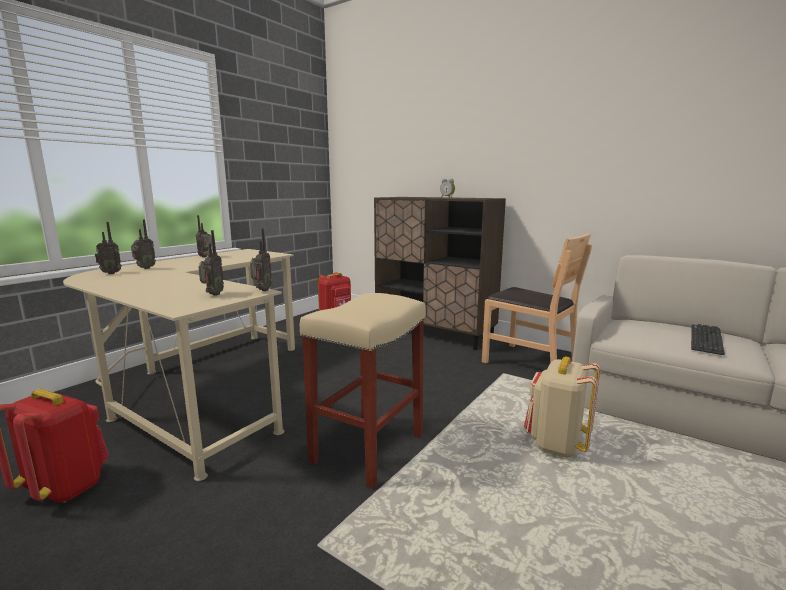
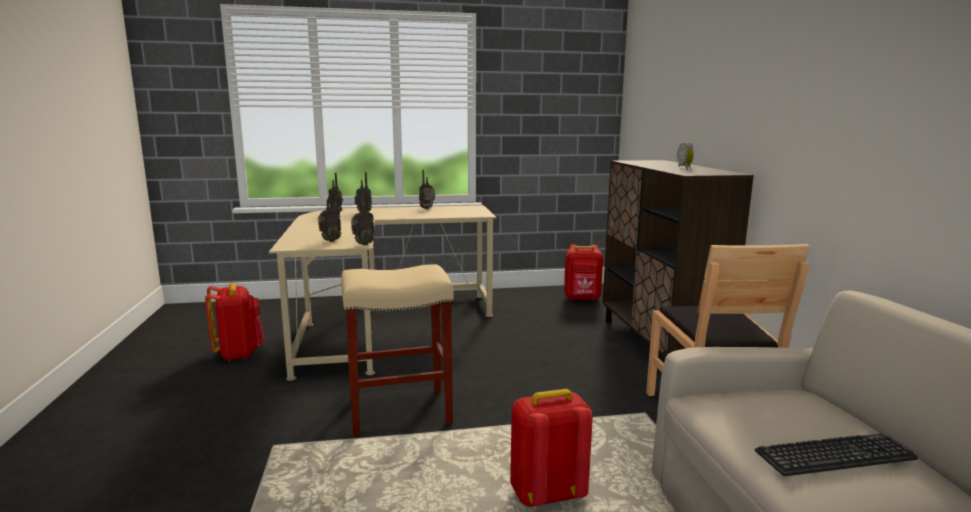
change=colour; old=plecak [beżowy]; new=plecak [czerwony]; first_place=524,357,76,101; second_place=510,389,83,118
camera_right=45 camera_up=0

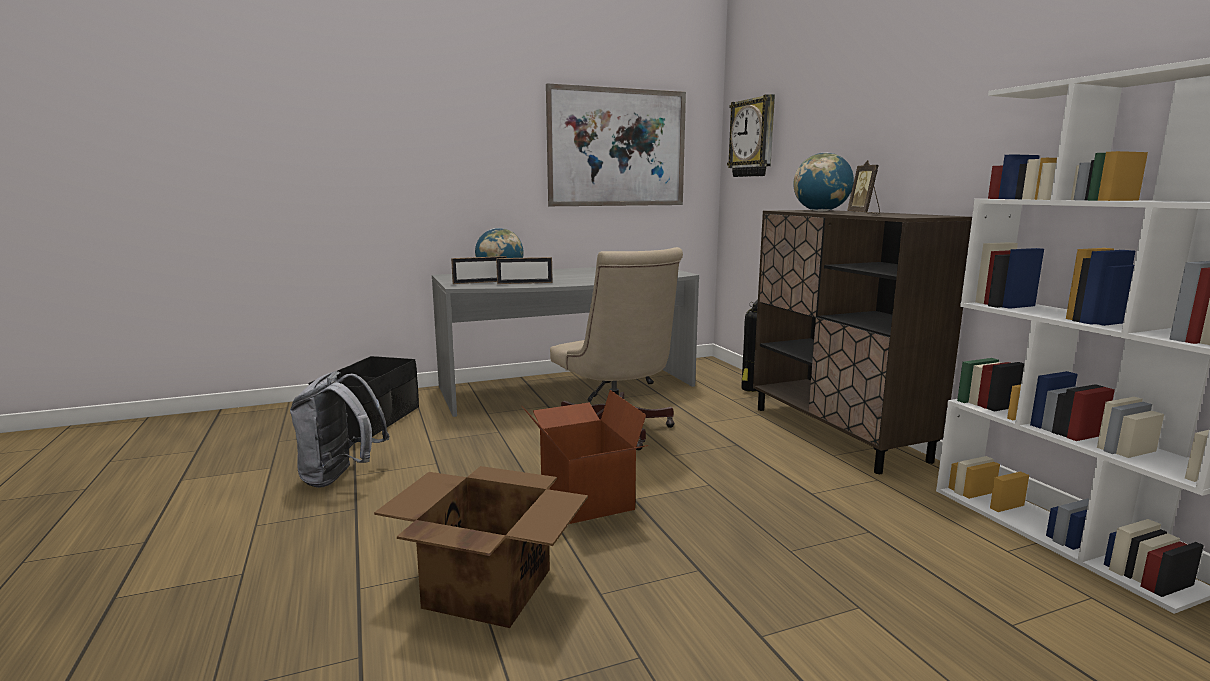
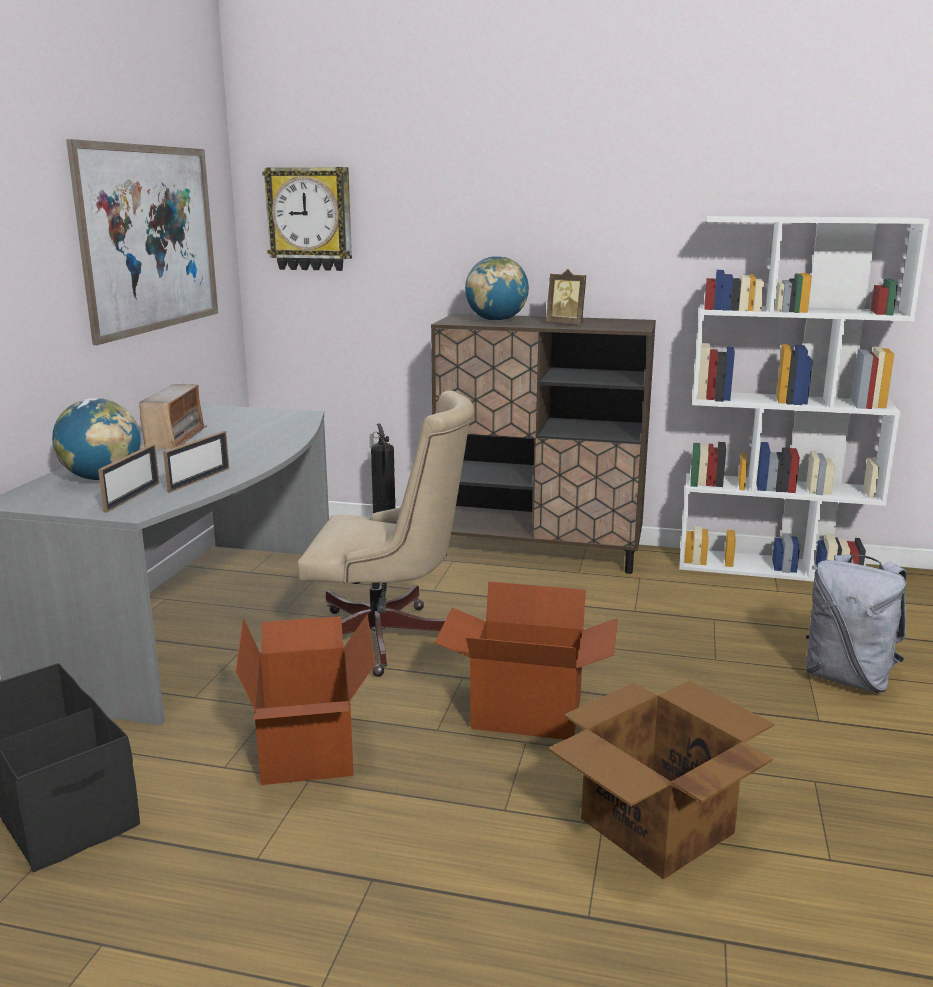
change=appeared; new=radio; second_place=139,384,68,66
change=appeared; new=karton; second_place=236,614,139,171
change=relocated; old=plecak [szary]; first_place=290,371,99,117; second_place=806,554,101,139
camera_right=-55 camera_up=5

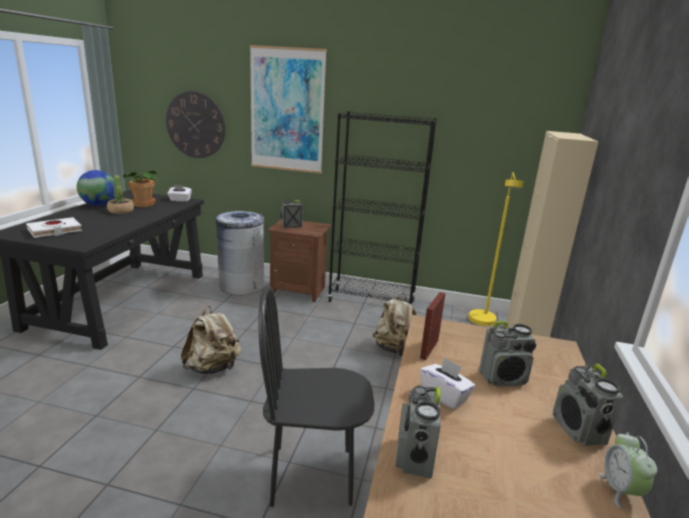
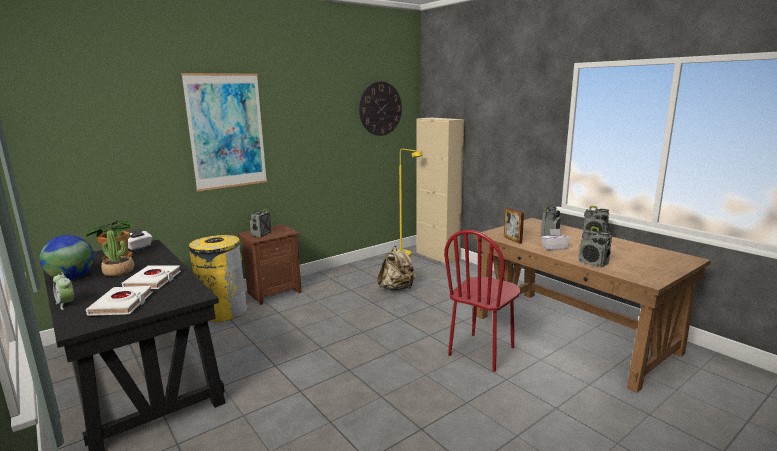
change=relocated; old=budzik; first_place=599,433,58,75; second_place=53,272,21,38
change=appeared; new=książka [biały]; second_place=122,266,59,23
change=colour; old=kosz na śmieci [szary]; new=kosz na śmieci [żółty]; first_place=216,211,49,84; second_place=189,235,59,87
change=relocated; old=zegar ścienny; first_place=166,91,59,67; second_place=359,82,43,54
change=colour; old=krzesło [czarny]; new=krzesło [czerwony]; first_place=259,285,115,222; second_place=444,230,76,142
change=missing; old=plecak [beżowy]; first_place=181,306,61,68
change=missing; old=regał [czarny]; first_place=328,111,109,193
camera_right=-50 camera_up=-5

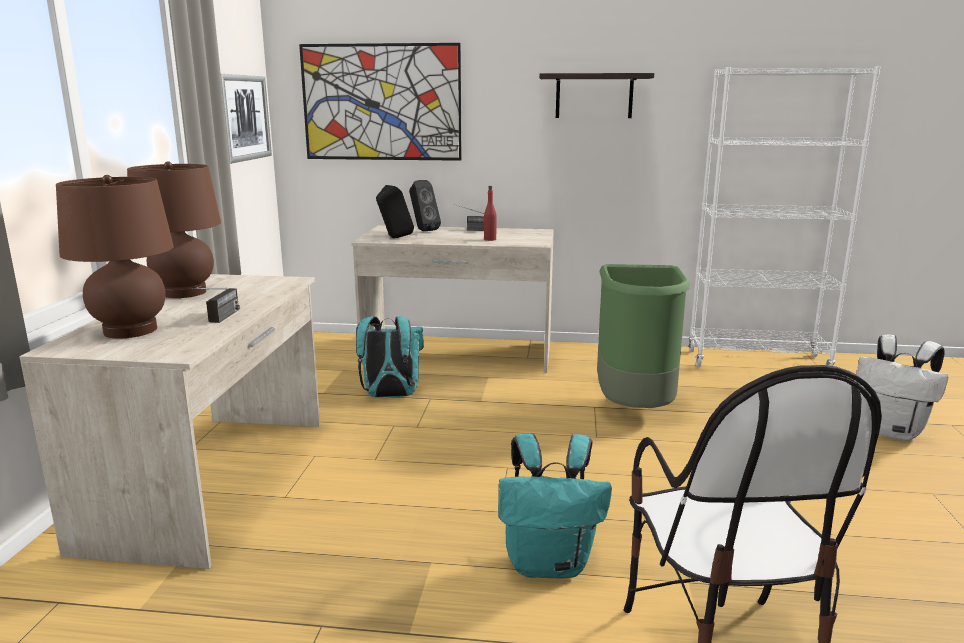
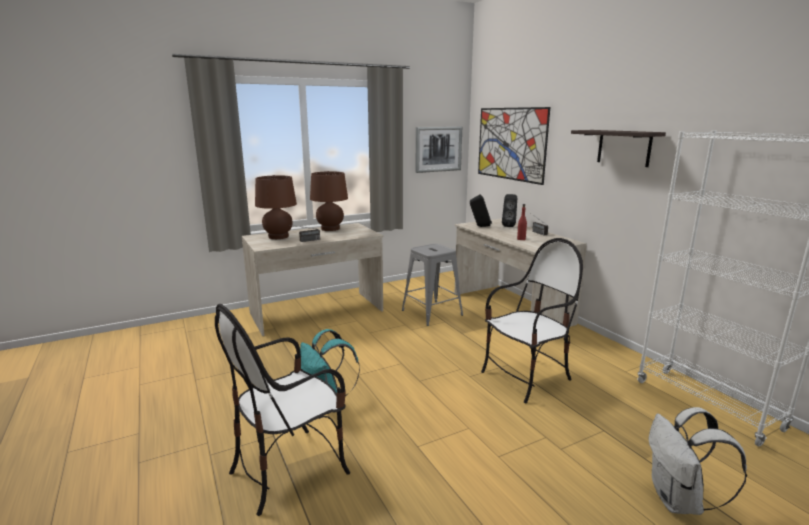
change=exchanged; old=plecak [turkusowy]; new=stołek [szary]; first_place=356,316,68,82; second_place=402,244,61,82
change=exchanged; old=kosz na śmieci [zielony]; new=krzesło; first_place=597,264,93,144; second_place=481,238,102,165
camera_right=55 camera_up=0

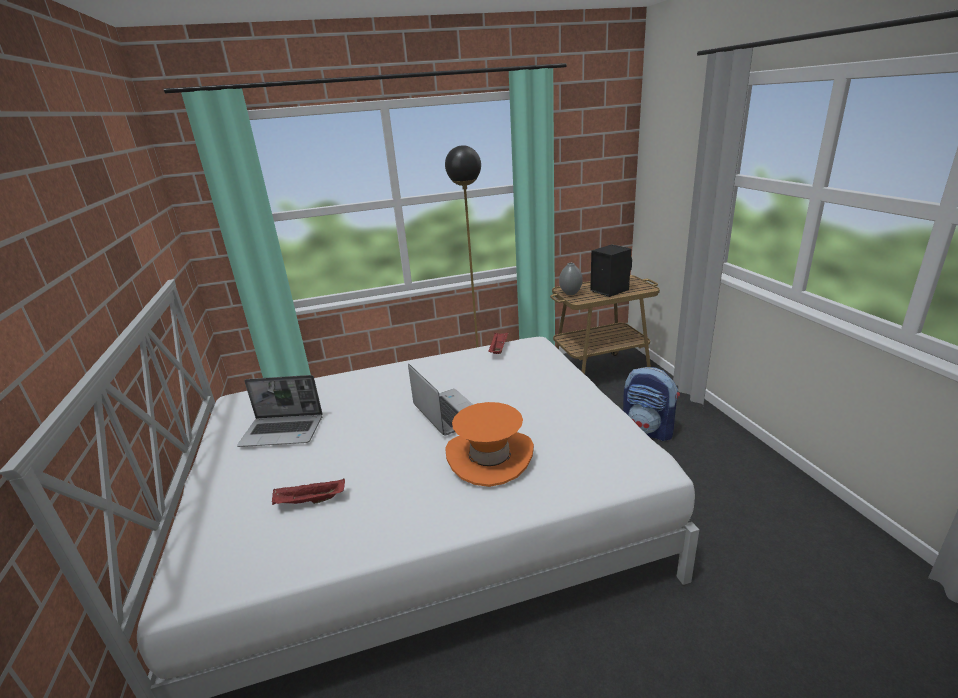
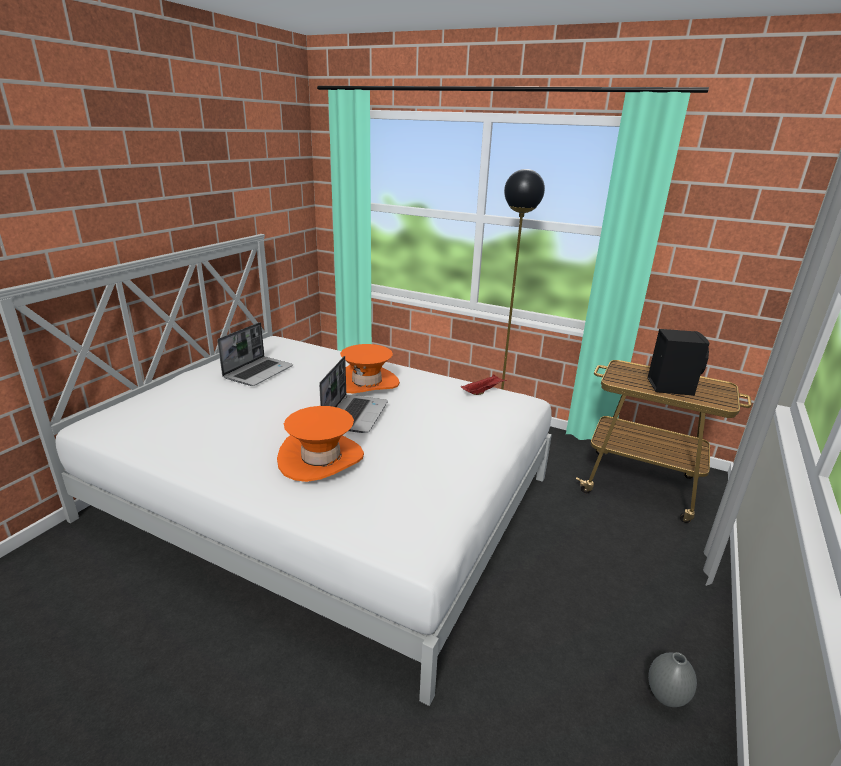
change=spun; old=laptop; first_place=237,375,86,72; second_place=217,322,76,64; degrees=-105
change=appeared; new=kapelusz [pomarańczowy]; second_place=340,344,60,49
change=relocated; old=wazon [szary]; first_place=559,263,24,32; second_place=648,652,49,55
change=missing; old=taca [czerwony]; first_place=272,479,73,26
change=missing; old=plecak; first_place=623,367,57,74
camera_right=40 camera_up=0

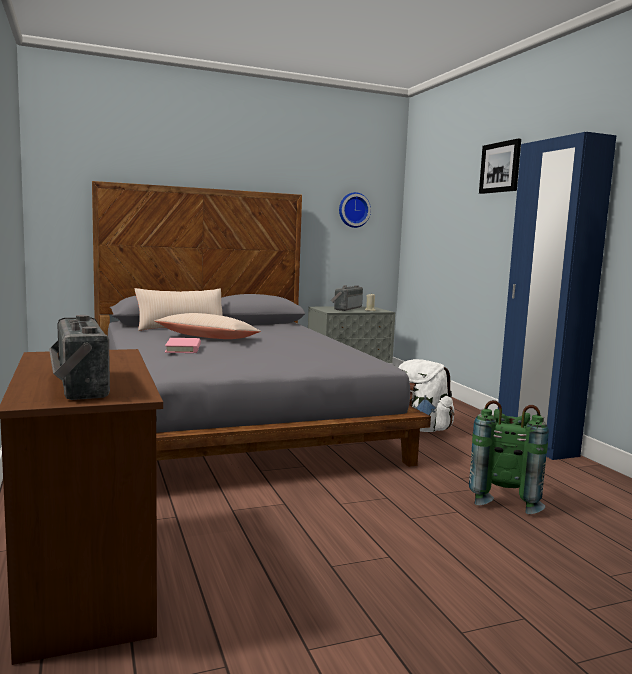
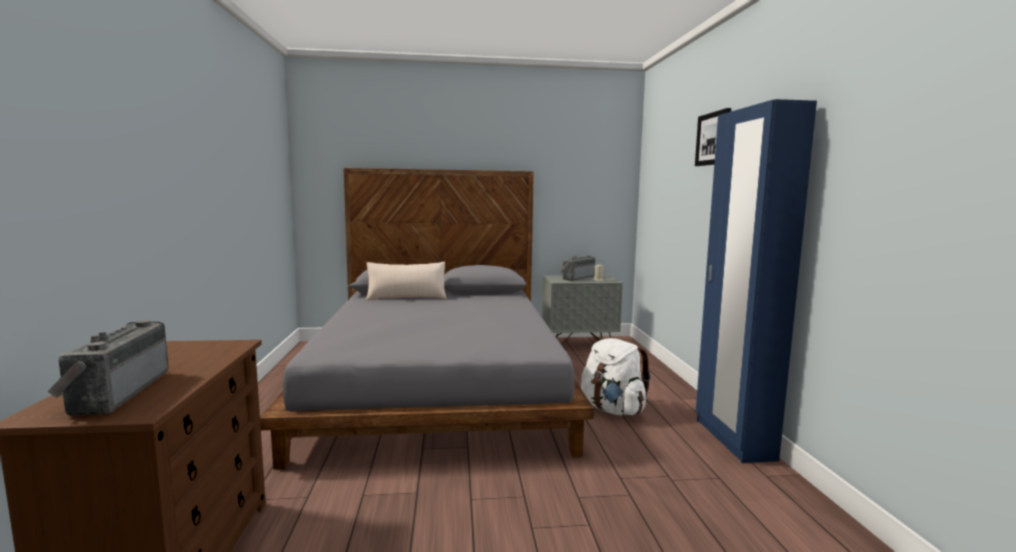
change=missing; old=poduszka [beżowy]; first_place=154,313,107,26
change=missing; old=książka [różowy]; first_place=165,338,36,15
change=missing; old=zegar ścienny; first_place=339,192,32,36
change=missing; old=plecak [zielony]; first_place=469,400,80,114
camera_right=15 camera_up=0

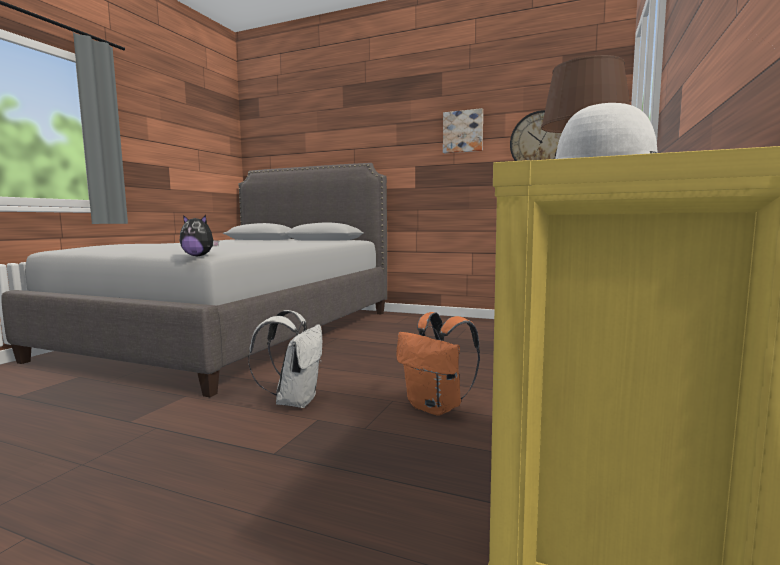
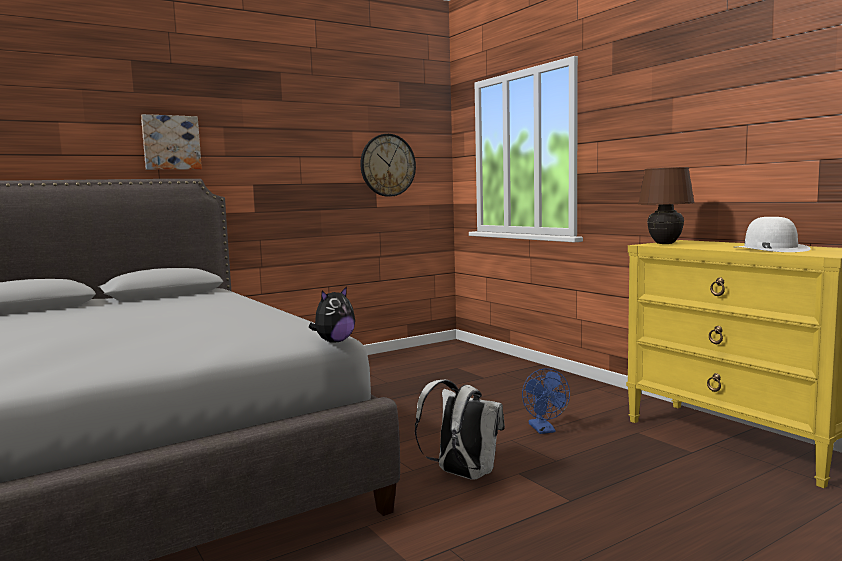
change=relocated; old=obraz; first_place=443,108,40,45; second_place=141,114,61,56
change=exchanged; old=plecak [pomarańczowy]; new=wentylator [niebieski]; first_place=396,312,84,104; second_place=522,368,48,66
camera_right=-55 camera_up=0

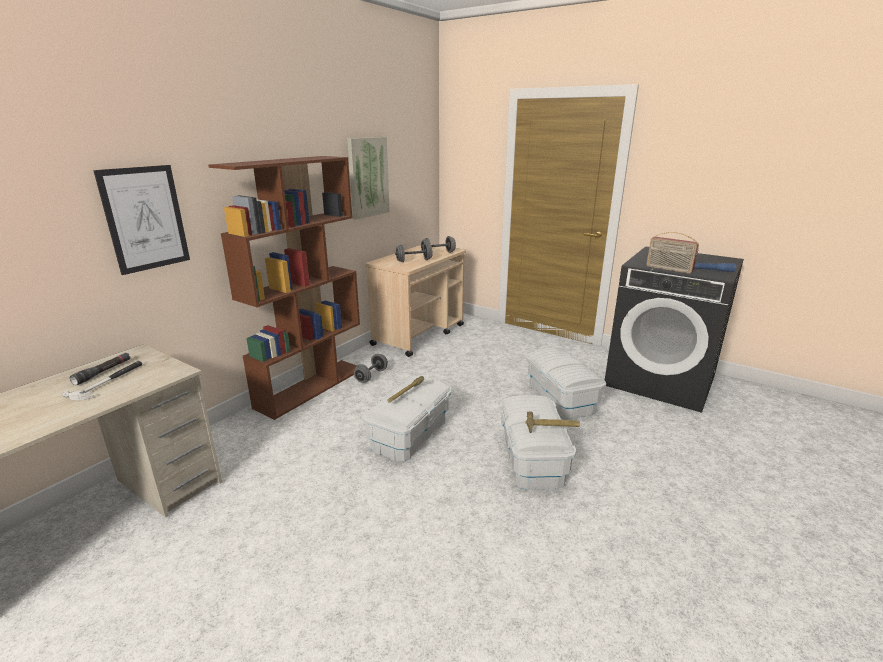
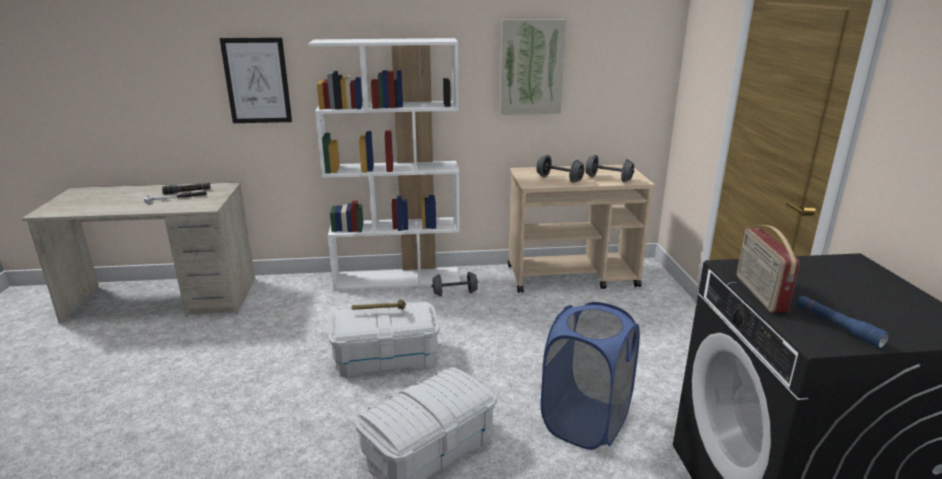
change=colour; old=regał [brązowy]; new=regał [biały]; first_place=208,156,152,264; second_place=308,38,152,252
change=exchanged; old=pojemnik do przechowywania [biały]; new=kosz na pranie [niebieski]; first_place=527,347,79,72; second_place=541,302,99,148
change=missing; old=młotek; first_place=526,411,54,22
camera_right=50 camera_up=0

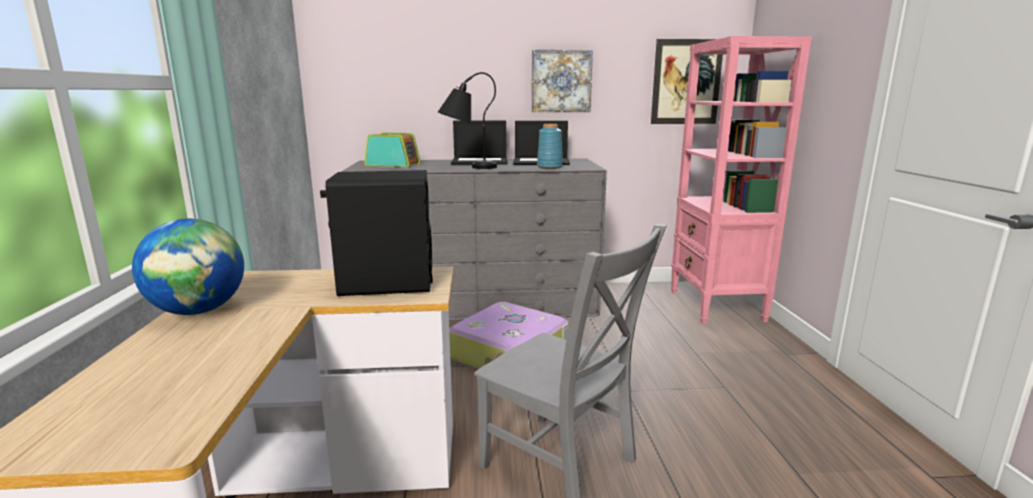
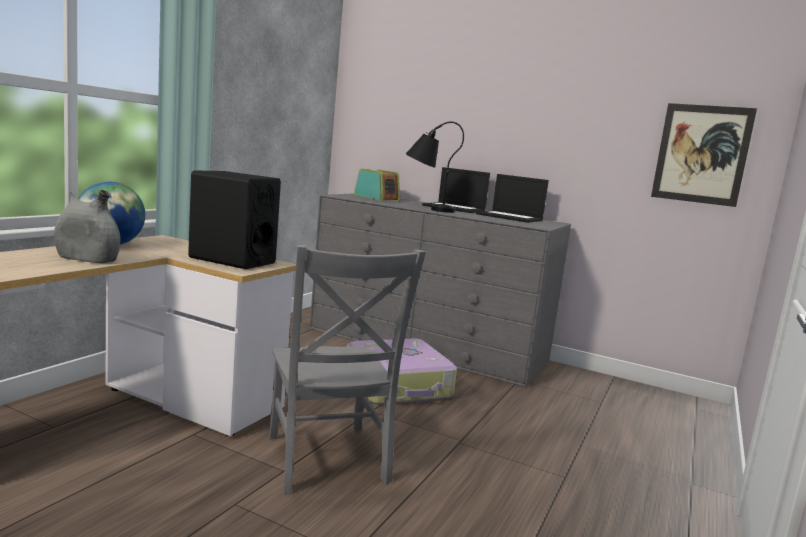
change=appeared; new=wazon [szary]; second_place=54,190,66,73
change=missing; old=obraz; first_place=532,50,61,62
change=missing; old=wazon [niebieski]; first_place=537,124,26,45
change=missing; old=regał [różowy]; first_place=671,36,141,288
camera_right=30 camera_up=-5

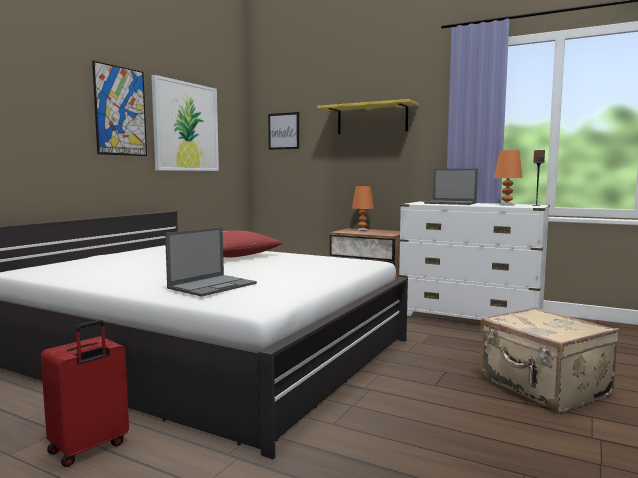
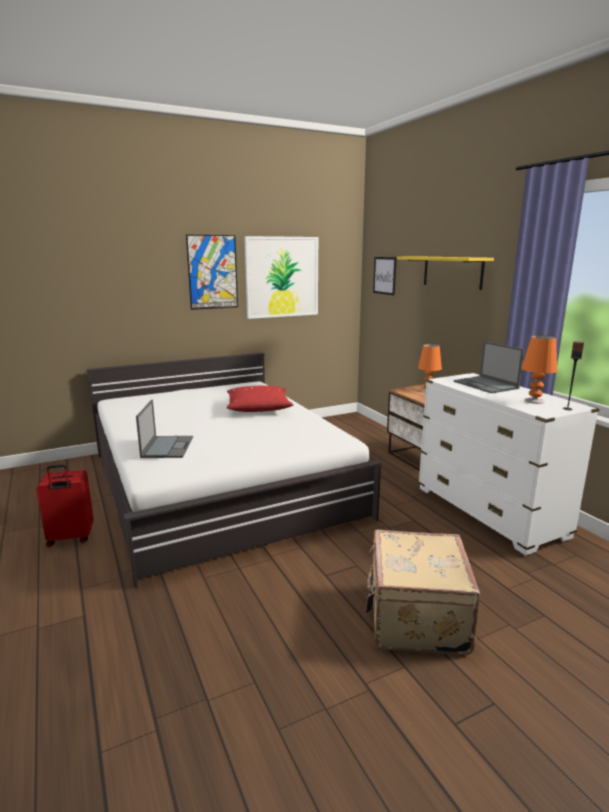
change=spun; old=laptop; first_place=165,227,92,70; second_place=136,400,57,58; degrees=-75
camera_right=35 camera_up=10

